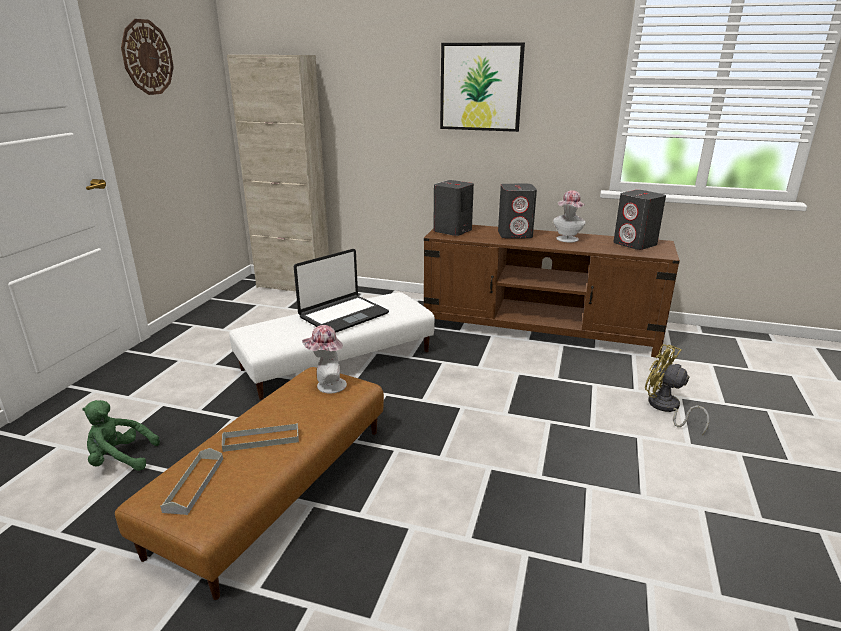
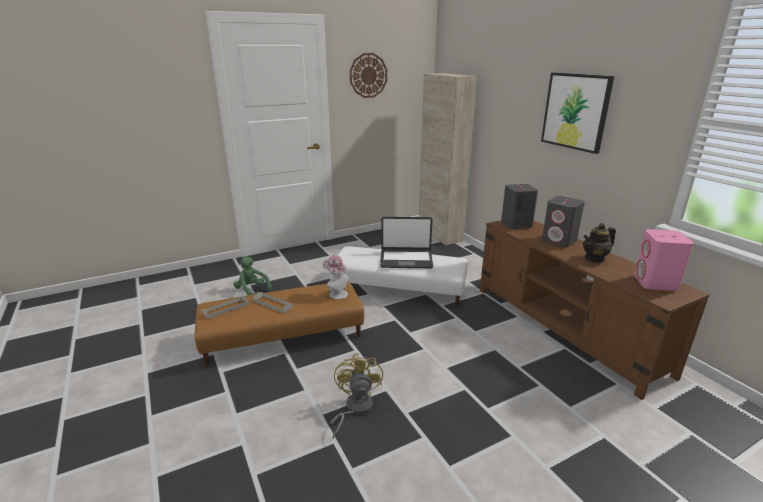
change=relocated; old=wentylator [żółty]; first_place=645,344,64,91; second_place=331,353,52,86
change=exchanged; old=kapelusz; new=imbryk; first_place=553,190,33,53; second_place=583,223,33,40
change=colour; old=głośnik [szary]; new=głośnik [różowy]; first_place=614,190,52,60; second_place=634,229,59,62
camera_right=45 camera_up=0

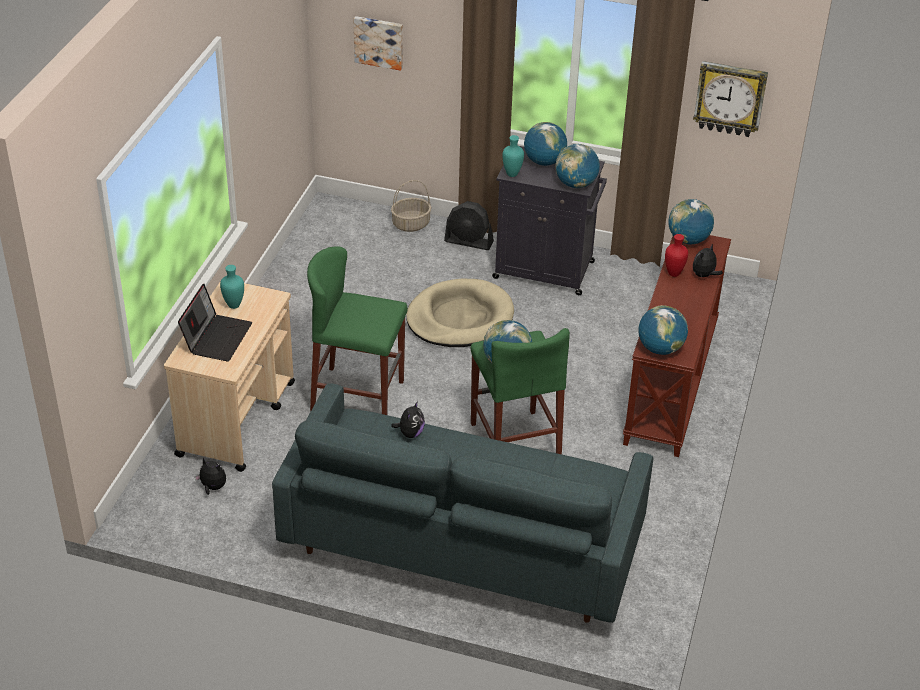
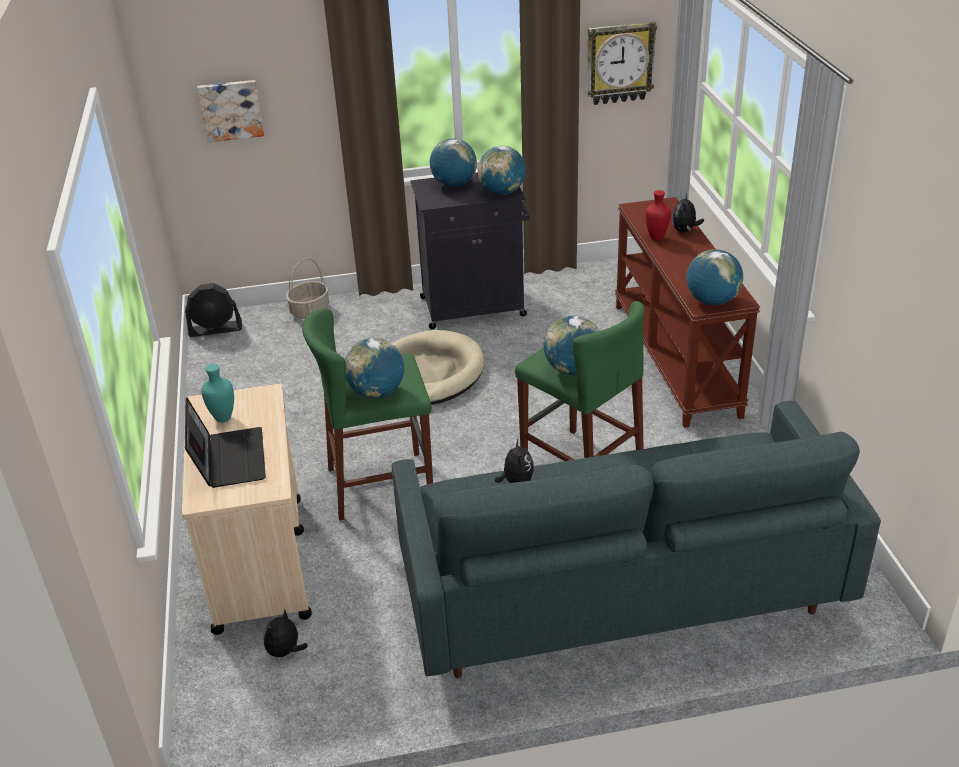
change=relocated; old=wentylator [czarny]; first_place=444,201,50,49; second_place=185,283,57,54
change=spun; old=pluszak; first_place=195,458,31,37; second_place=264,610,44,50; degrees=-60
change=relocated; old=globus; first_place=668,199,46,45; second_place=345,338,59,60
change=missing; old=wazon [turkusowy]; first_place=502,135,22,42
camera_right=-25 camera_up=-5

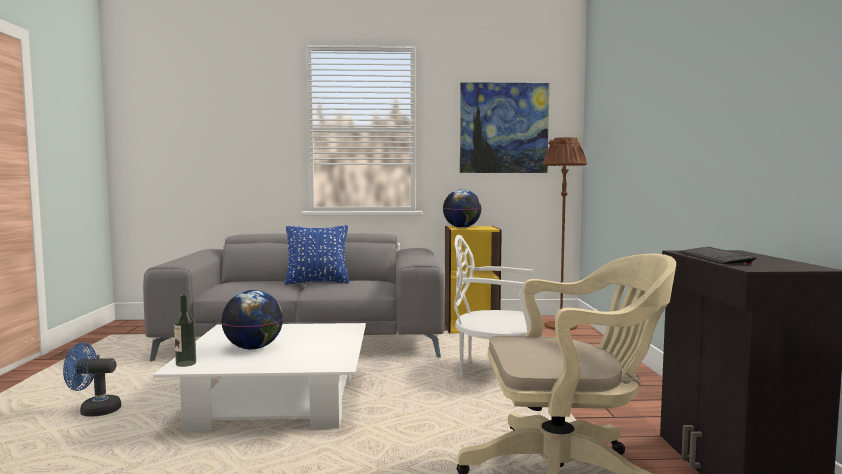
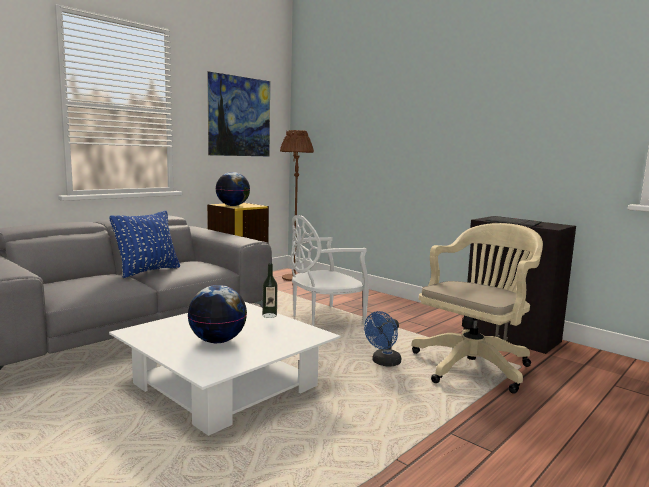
change=relocated; old=butelka; first_place=174,295,22,72; second_place=262,263,15,55
change=relocated; old=wentylator [niebieski]; first_place=63,343,58,74; second_place=364,311,37,56
camera_right=-45 camera_up=5

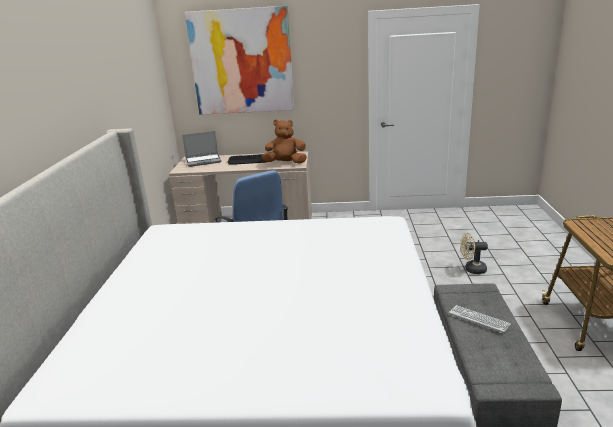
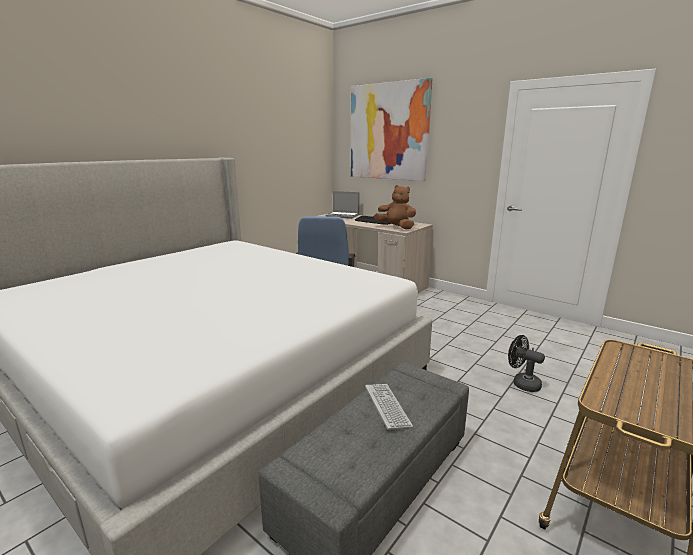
change=colour; old=wentylator [beżowy]; new=wentylator [czarny]; first_place=460,233,28,41; second_place=508,335,37,57
camera_right=35 camera_up=-5

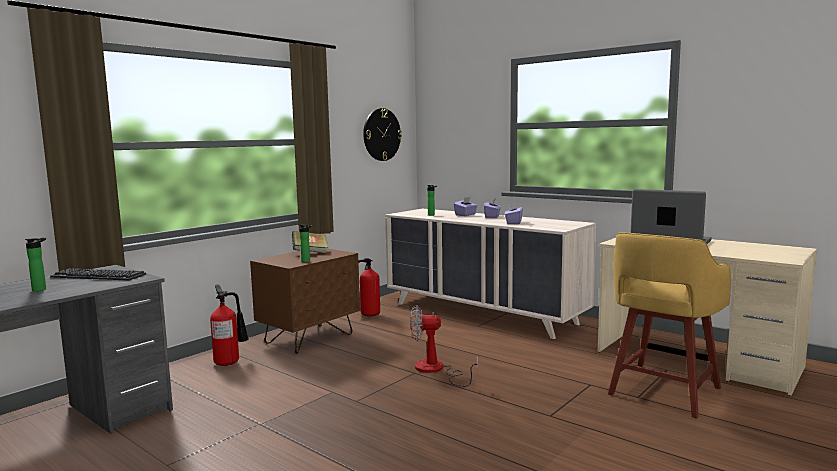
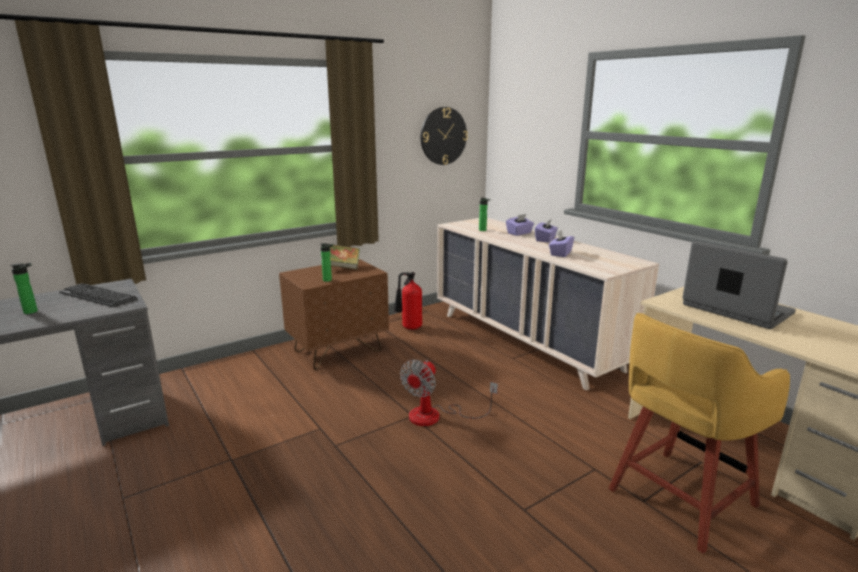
change=spun; old=wentylator; first_place=410,305,68,82; second_place=400,360,98,66; degrees=-75
change=missing; old=gaśnica; first_place=210,284,39,82
camera_right=15 camera_up=10

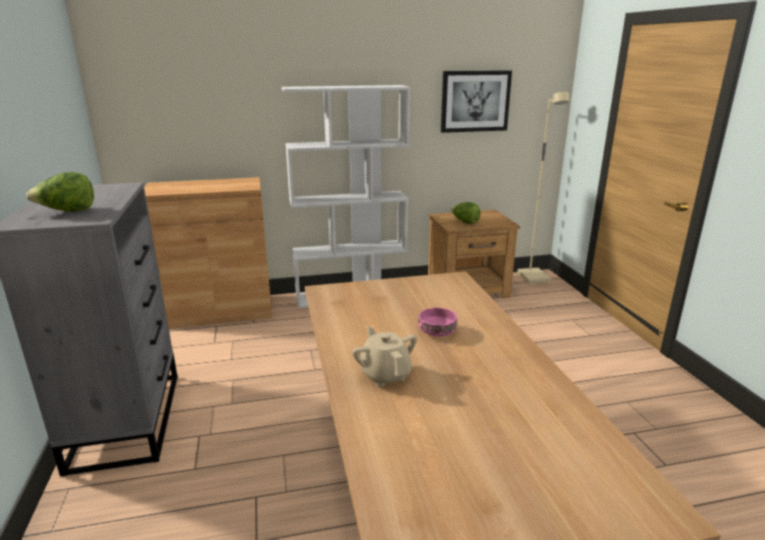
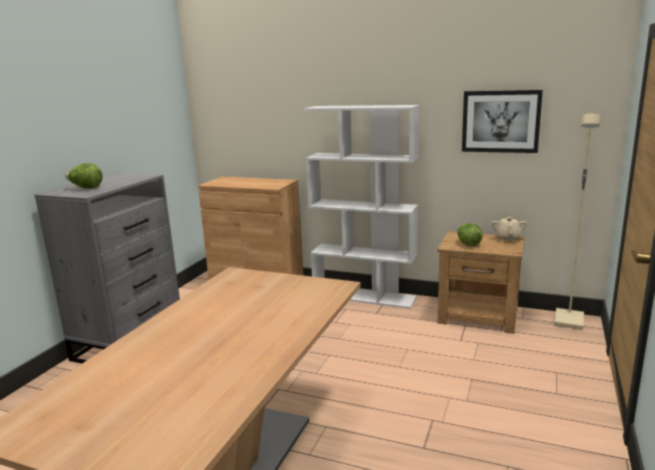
change=relocated; old=imbryk [beżowy]; first_place=352,326,65,61; second_place=491,217,36,25
change=missing; old=miska [różowy]; first_place=418,308,39,28
camera_right=35 camera_up=-5

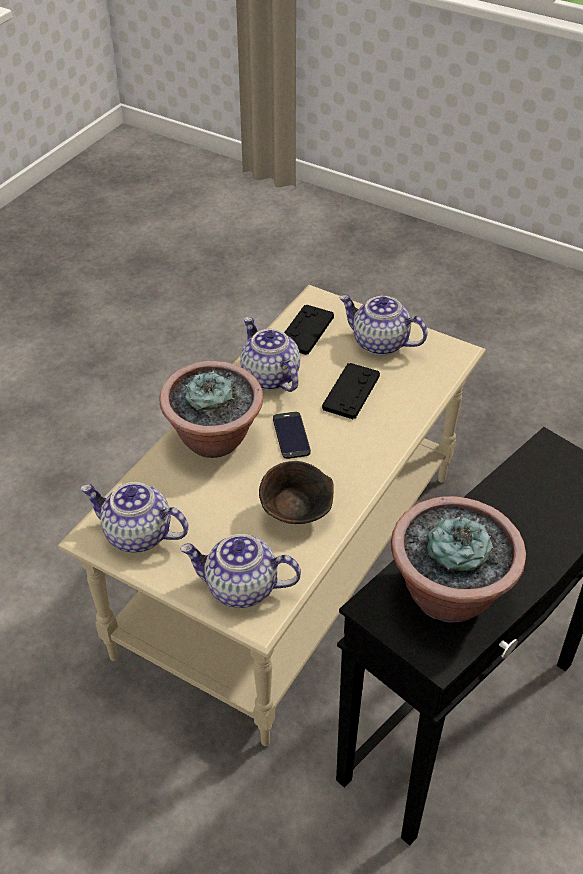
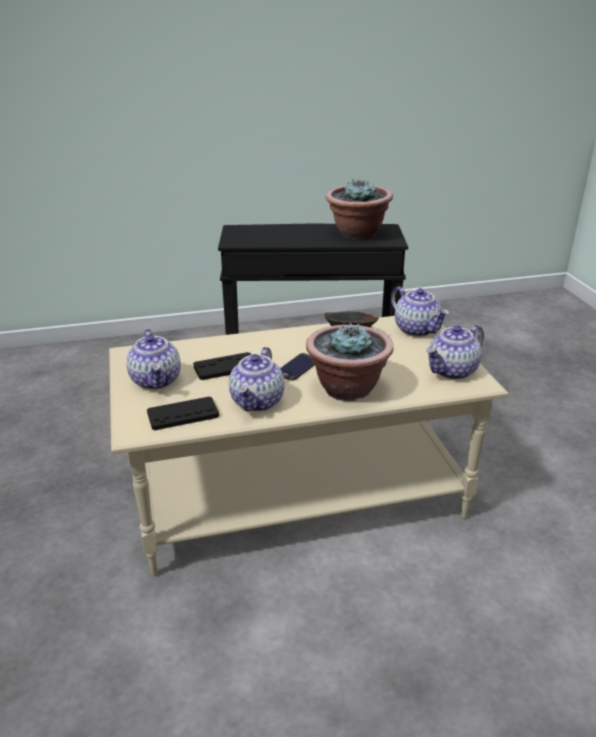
change=spun; old=imbryk; first_place=80,482,109,70; second_place=426,325,58,55; degrees=75
camera_right=-135 camera_up=-15

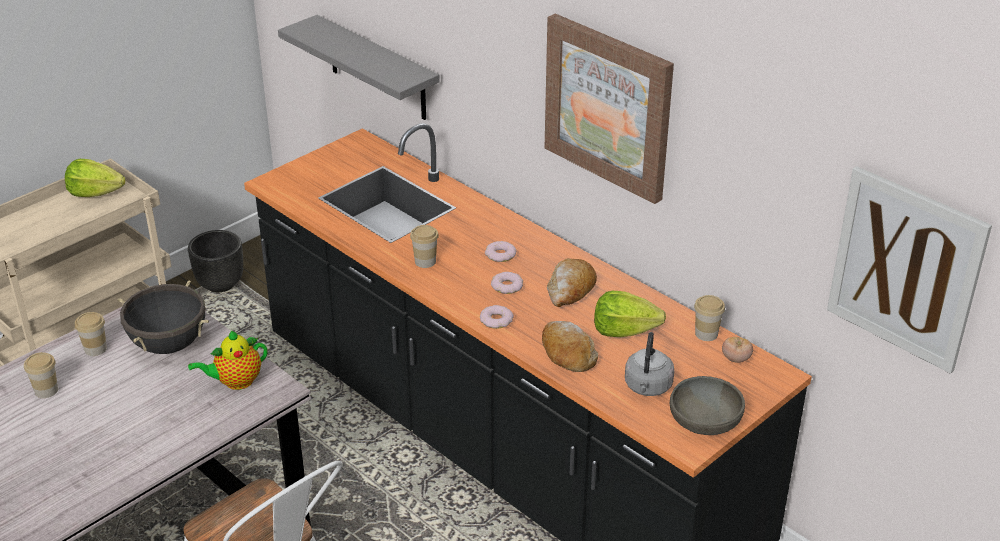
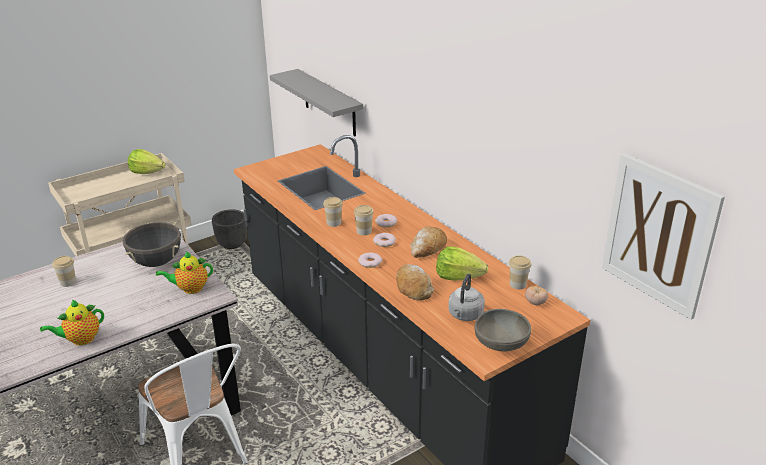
change=appeared; new=imbryk; second_place=40,300,64,45
change=relocated; old=filiżanka; first_place=75,312,32,44; second_place=354,205,20,30
change=missing; old=obraz; first_place=545,14,129,190
camera_right=10 camera_up=-5

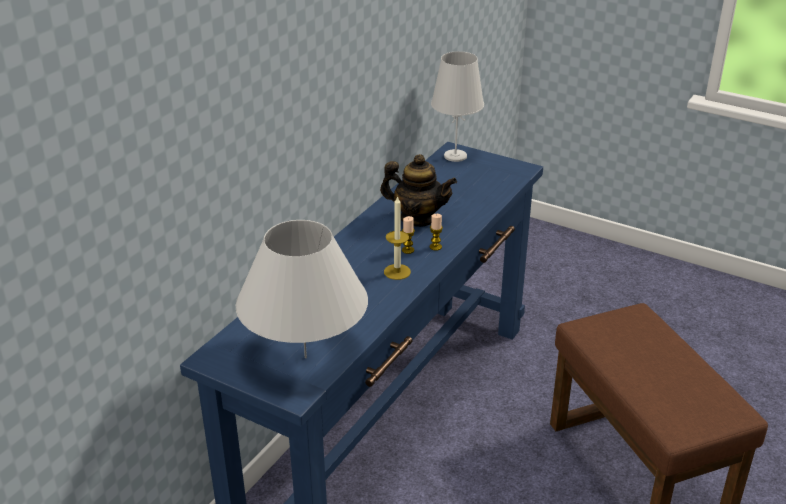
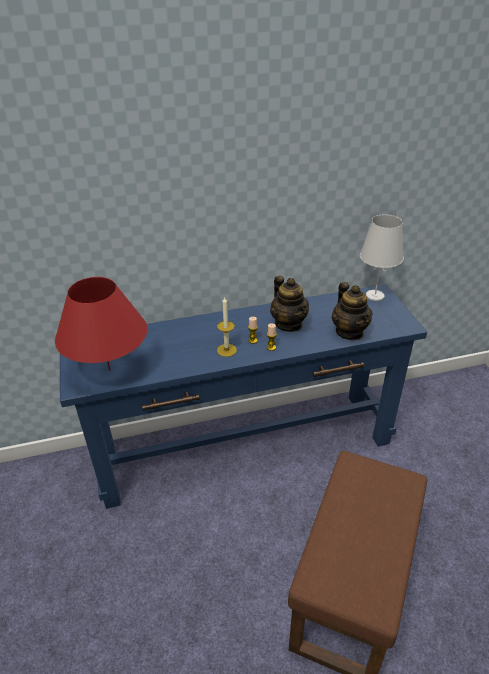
change=colour; old=lampa stołowa [biały]; new=lampa stołowa [czerwony]; first_place=236,220,132,138; second_place=55,277,92,94
change=appeared; new=imbryk; second_place=331,282,42,58
camera_right=45 camera_up=5

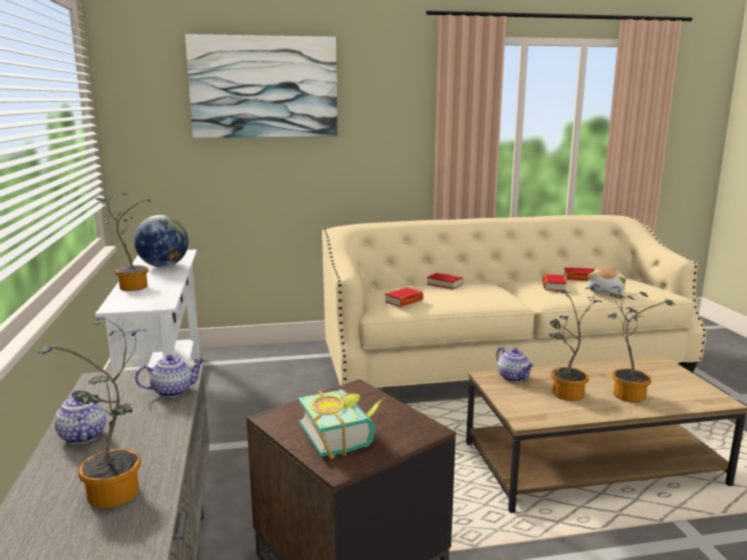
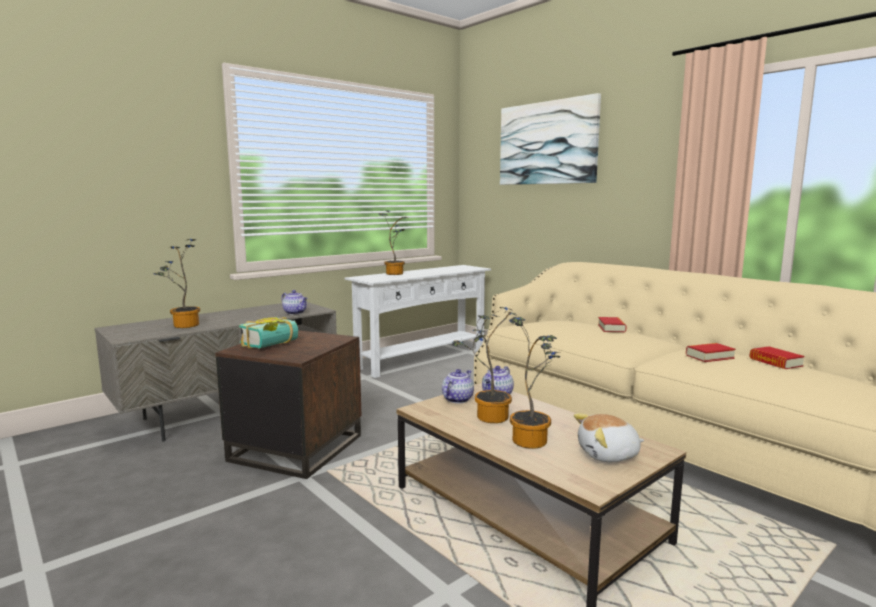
change=relocated; old=imbryk; first_place=54,391,52,53; second_place=442,369,32,34
change=relocated; old=pluszak; first_place=588,268,38,27; second_place=574,413,70,49
change=missing; old=globus; first_place=134,215,54,52
change=missing; old=książka; first_place=385,288,38,19
camera_right=60 camera_up=-5

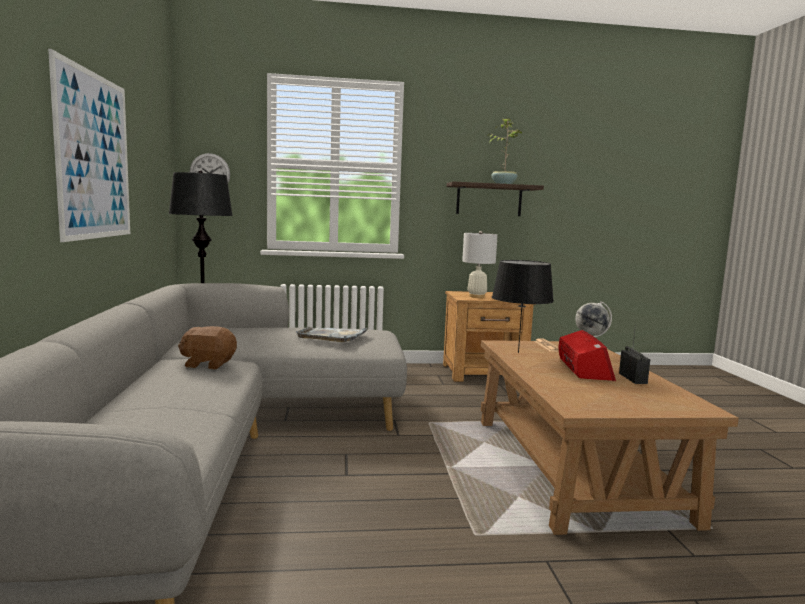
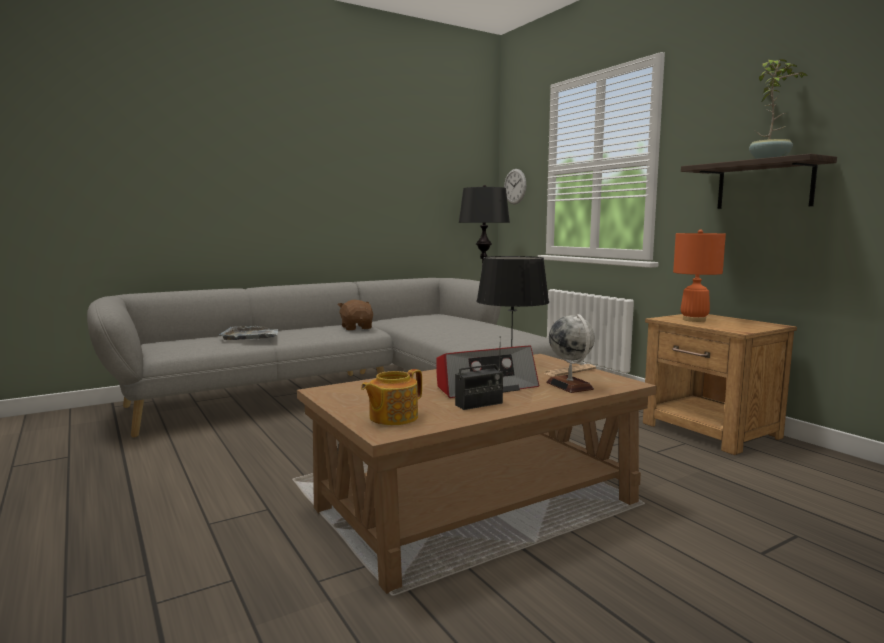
change=relocated; old=taca [szary]; first_place=296,327,72,15; second_place=219,326,59,14
change=appeared; new=imbryk; second_place=361,369,61,56
change=colour; old=lampa stołowa [biały]; new=lampa stołowa [pomarańczowy]; first_place=462,231,36,67; second_place=673,230,53,92
change=missing; old=obraz; first_place=48,49,82,193
camera_right=65 camera_up=0

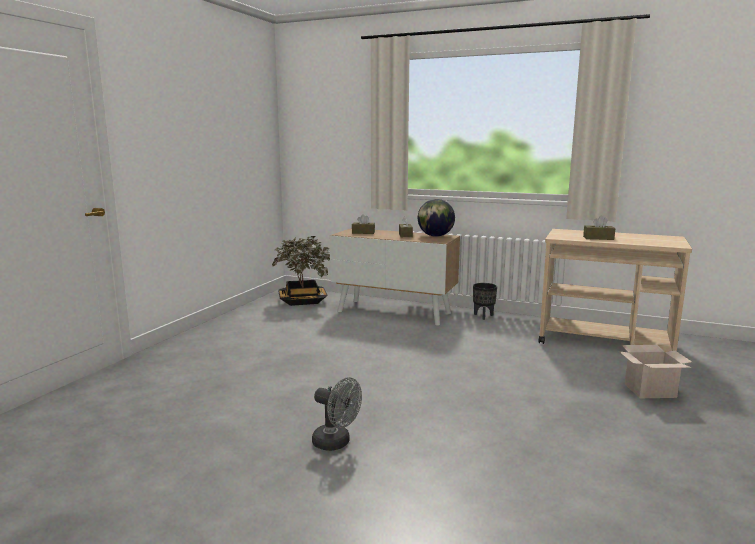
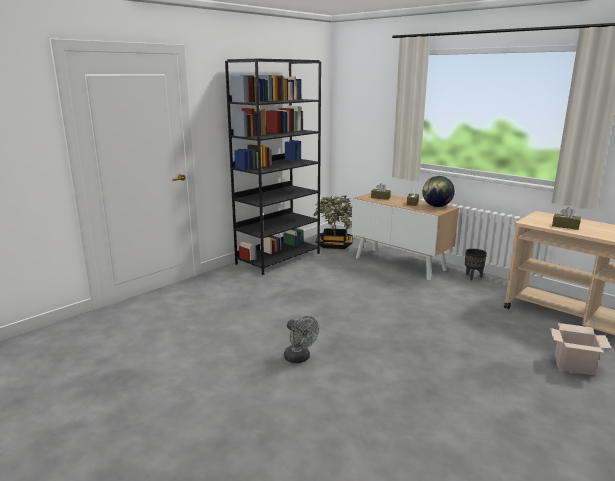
change=appeared; new=regał [czarny]; second_place=225,59,96,216
camera_right=20 camera_up=5

